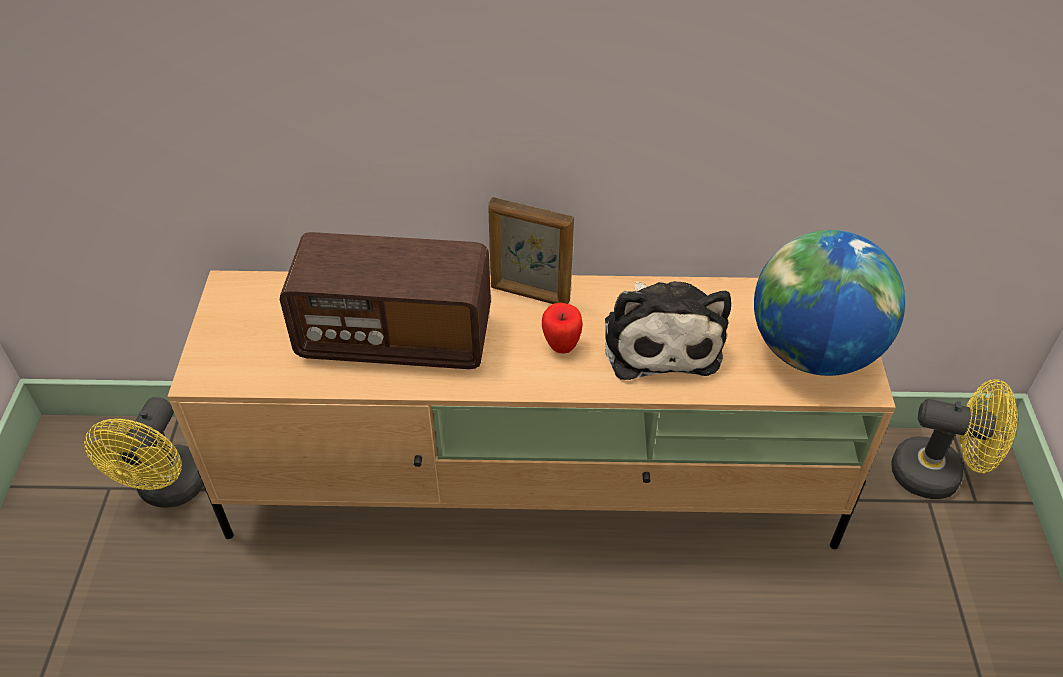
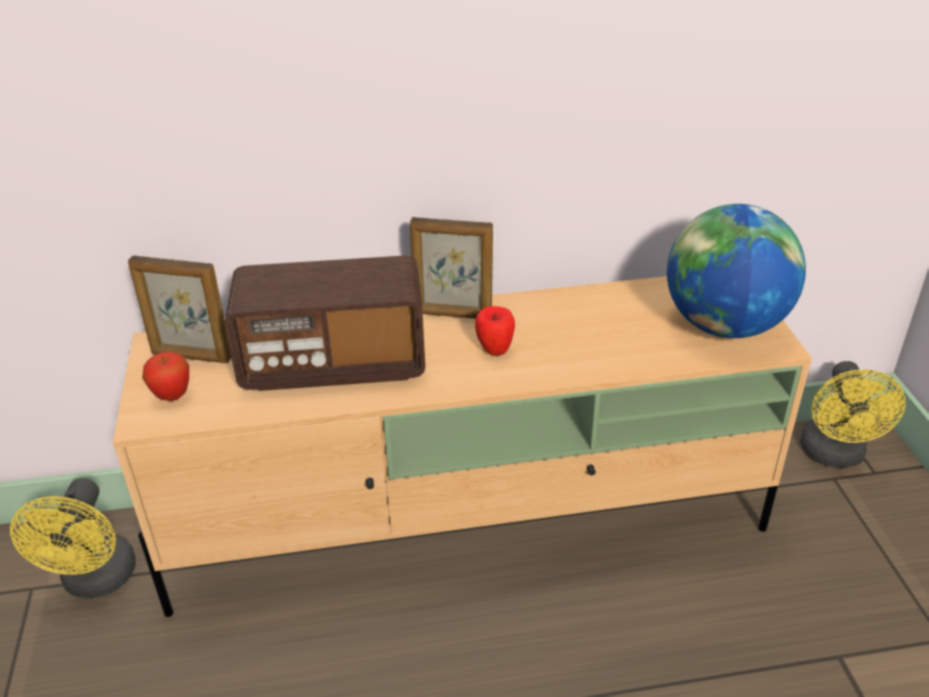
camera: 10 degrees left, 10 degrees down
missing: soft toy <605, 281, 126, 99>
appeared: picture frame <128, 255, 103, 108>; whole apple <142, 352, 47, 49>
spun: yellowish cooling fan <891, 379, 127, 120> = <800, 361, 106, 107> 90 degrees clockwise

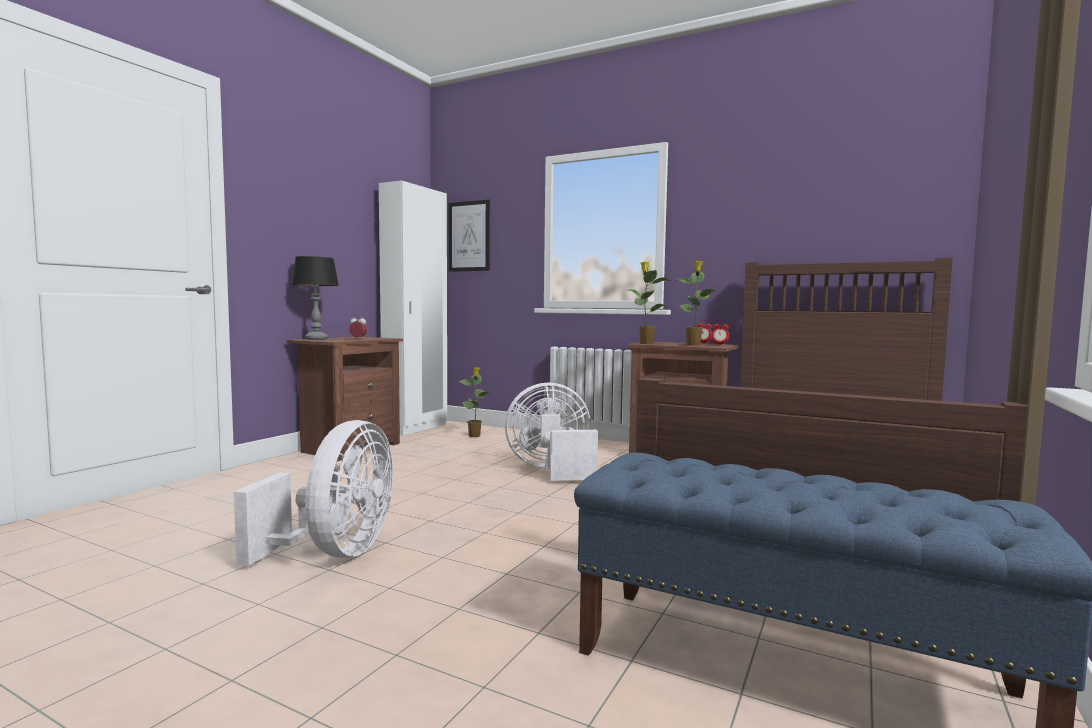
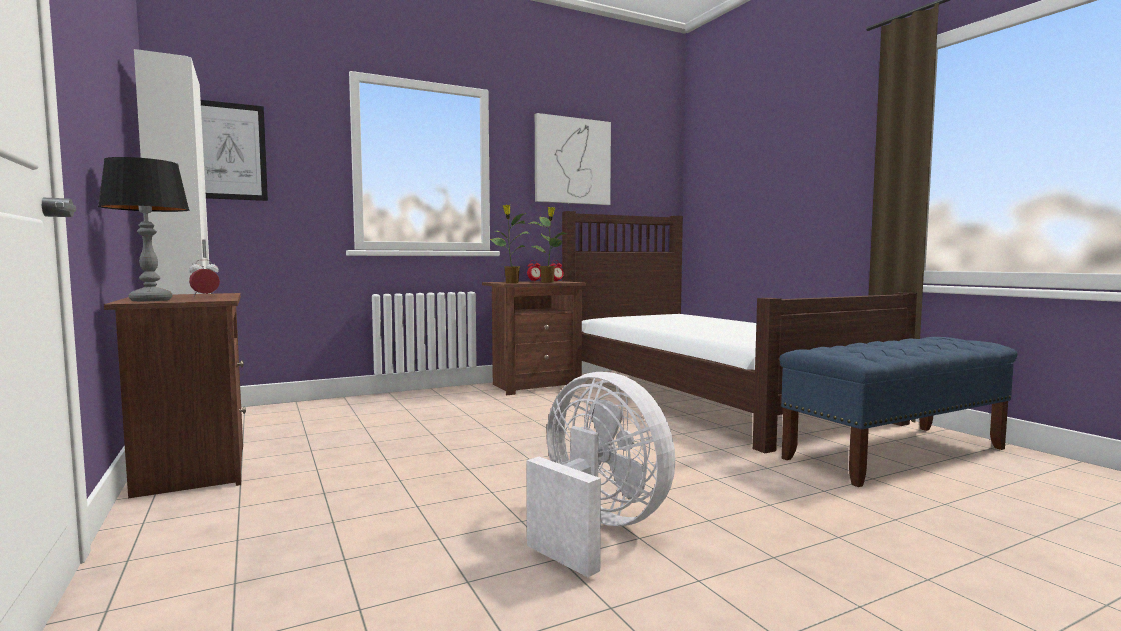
camera: 55 degrees left, 0 degrees up
missing: houseplant <459, 367, 32, 70>; white-coloured cooling fan <505, 382, 93, 99>
appeared: wall art <535, 113, 76, 92>

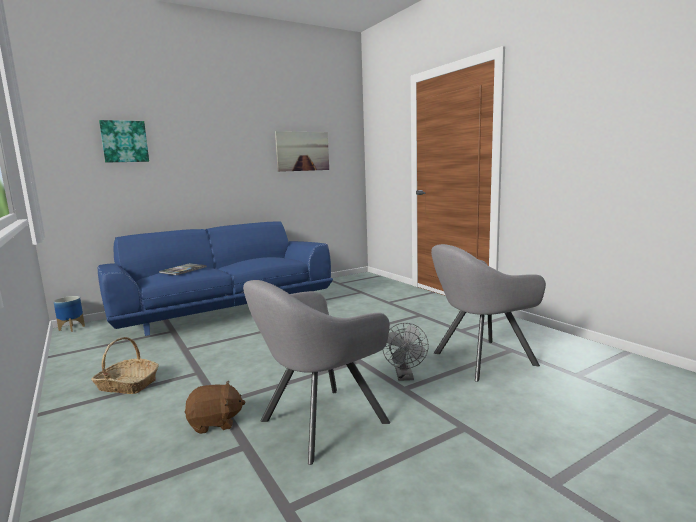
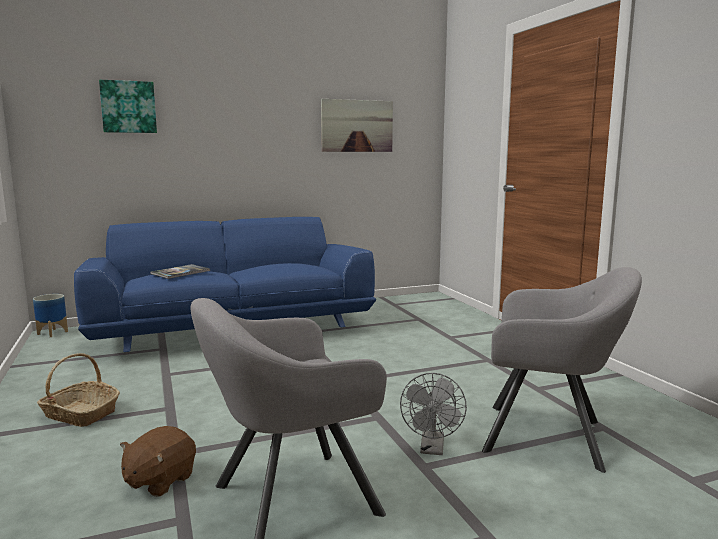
camera: 10 degrees right, 0 degrees up
spun: brown-coloured soft toy <185, 381, 61, 53> = <120, 426, 76, 71> 120 degrees clockwise; grey easy chair <431, 244, 115, 138> = <482, 267, 160, 206> 150 degrees counterclockwise

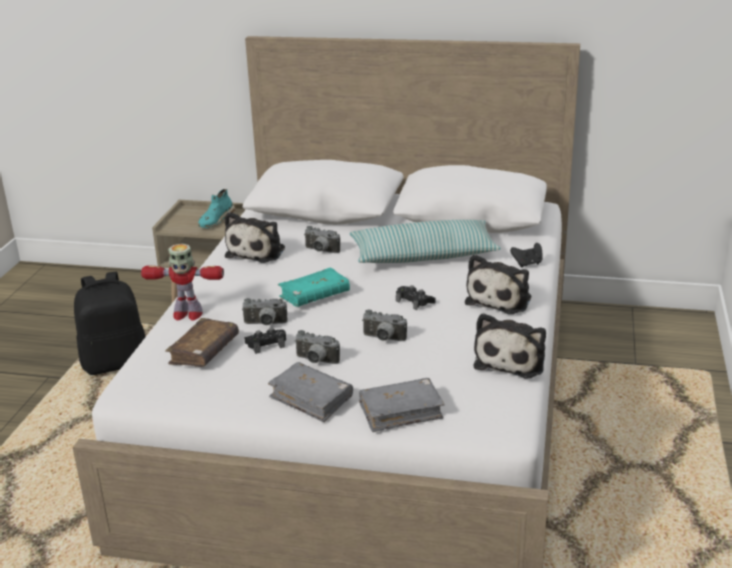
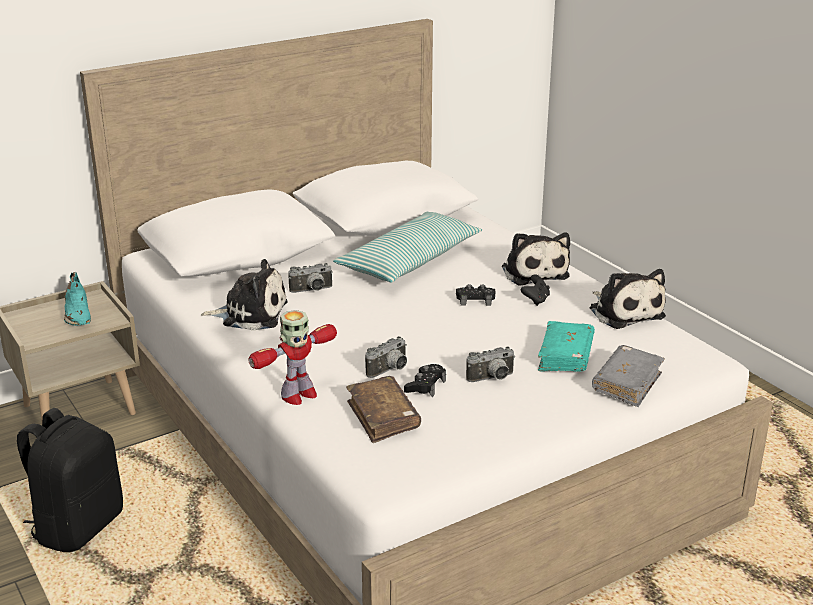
camera: 45 degrees left, 0 degrees up
missing: grey book <268, 362, 85, 60>; photo camera <362, 310, 45, 31>
relocated: turquoise-coloured book <278, 267, 72, 40> to <538, 321, 57, 51>; blackish game controller <510, 243, 32, 25> to <521, 274, 29, 32>
spun: soft toy <225, 212, 60, 51> = <201, 259, 87, 72> 60 degrees counterclockwise

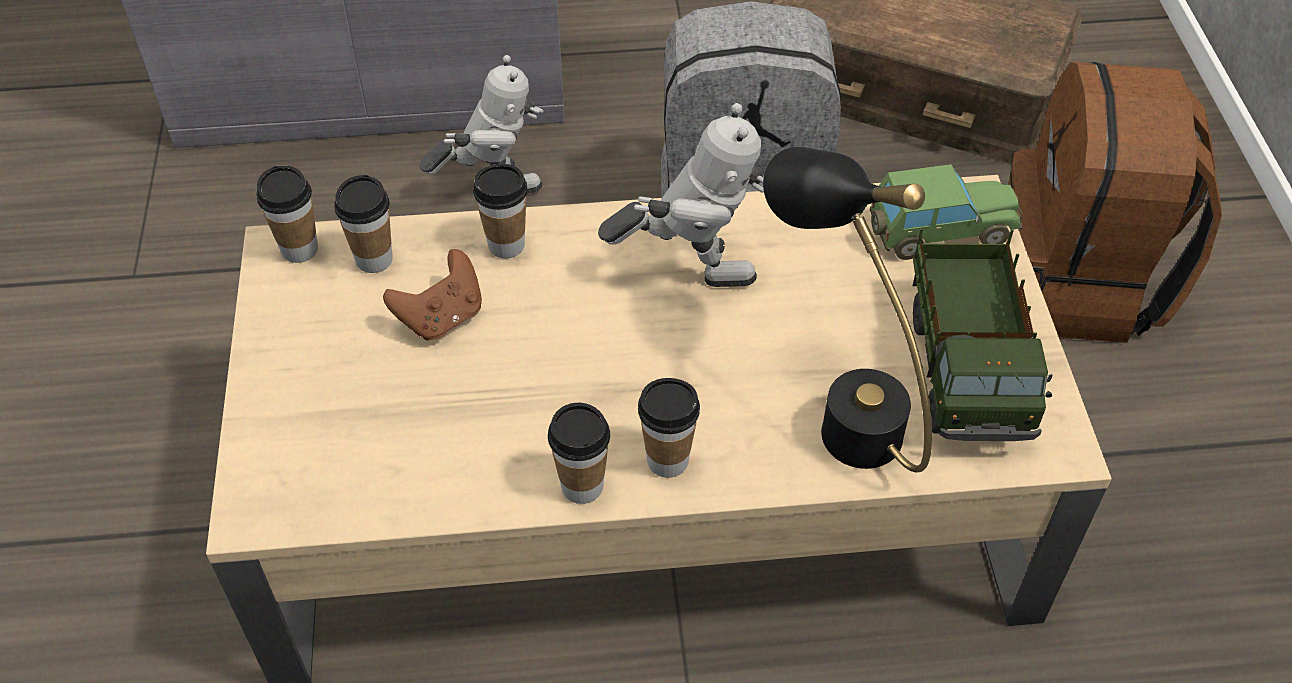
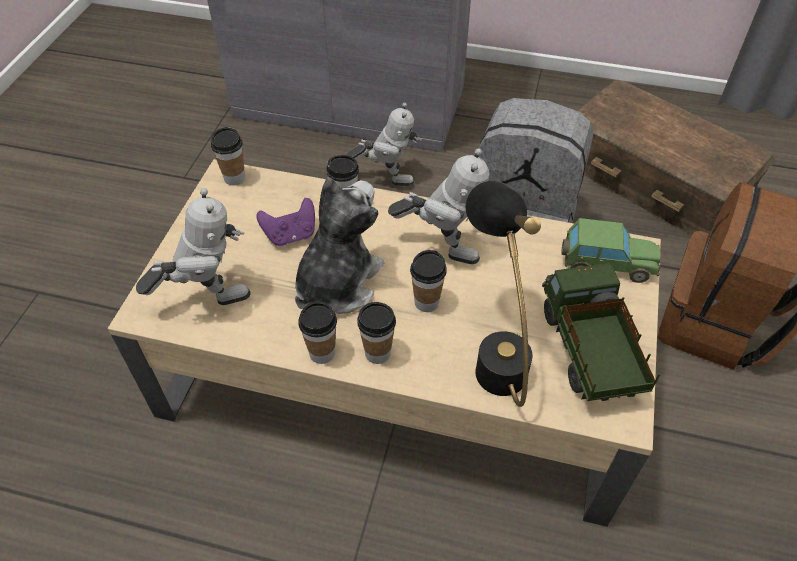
camera: 20 degrees right, 0 degrees up
appeared: robot figure <136, 188, 115, 117>; soft toy <295, 177, 89, 137>
relocated: drinking cup <334, 175, 59, 98> to <410, 250, 37, 62>
colour: brown-coloured game controller <383, 249, 99, 92> to purple-coloured game controller <256, 198, 59, 48>
spun: model truck <913, 229, 140, 212> = <542, 263, 118, 138> 150 degrees clockwise

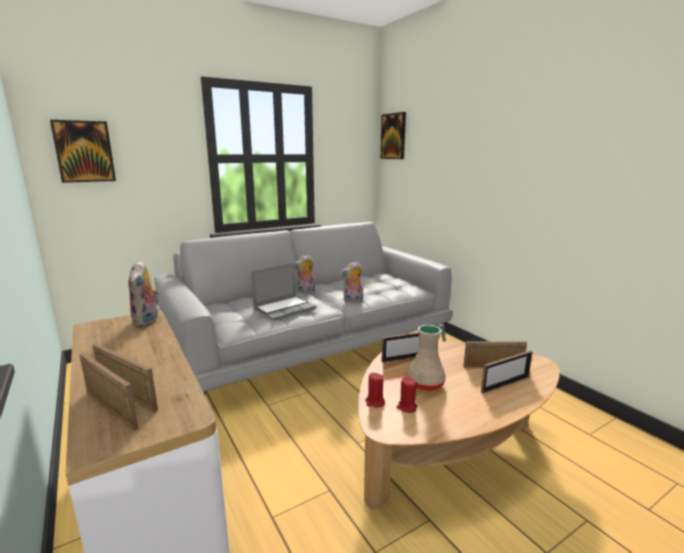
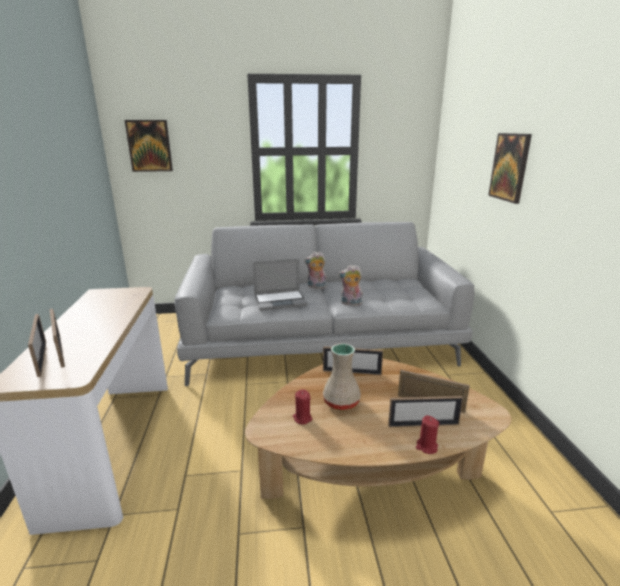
camera: 25 degrees right, 5 degrees up
missing: soft toy <129, 260, 30, 67>
relocated: reddish wax candle <365, 373, 20, 34> to <416, 415, 23, 39>; wall art <381, 112, 25, 47> to <488, 133, 44, 71>

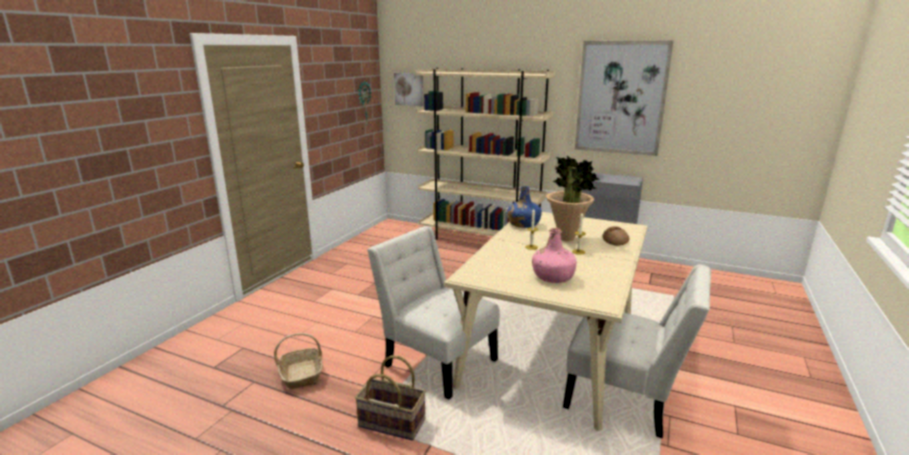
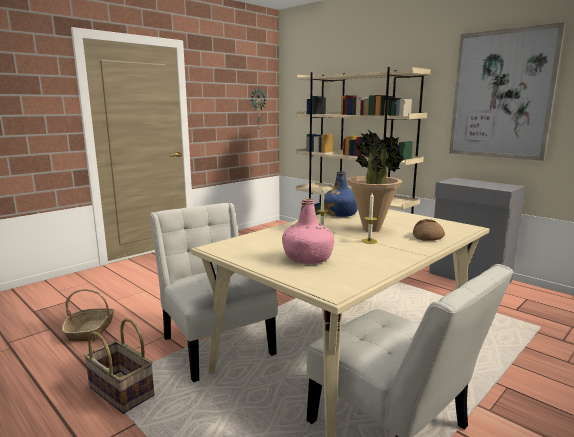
camera: 20 degrees right, 5 degrees down
missing: wall art <394, 73, 30, 33>

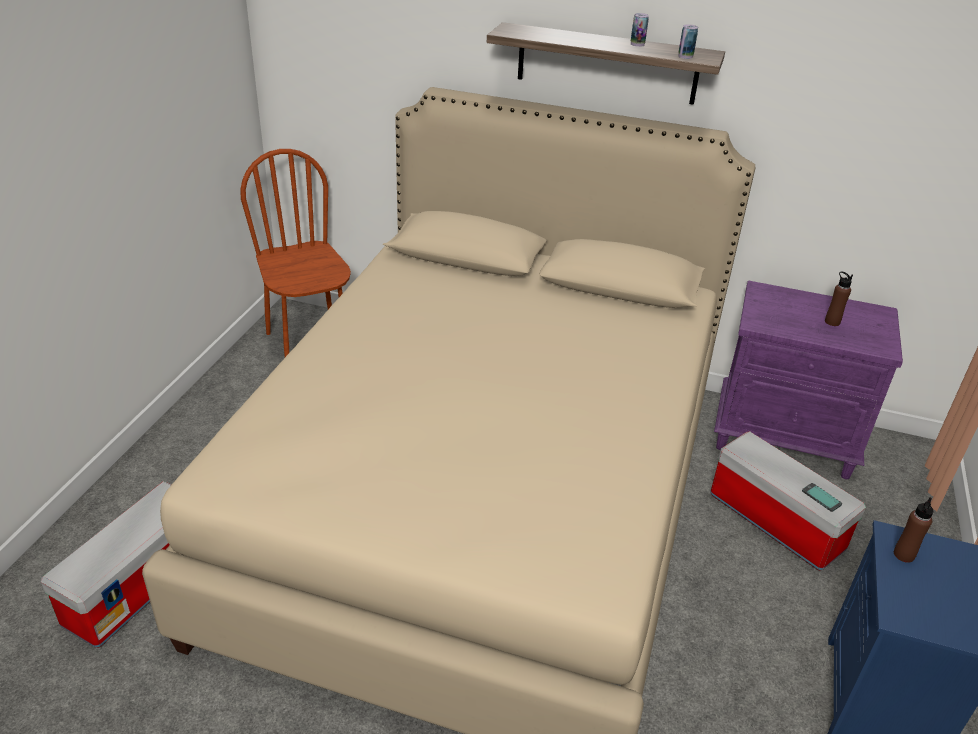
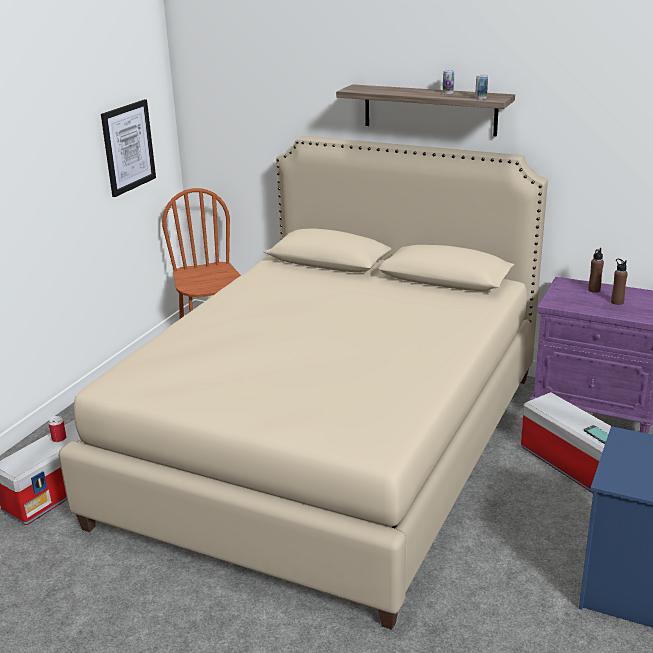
camera: 10 degrees right, 10 degrees down
appeared: sealed can <49, 416, 17, 26>; wall art <101, 99, 55, 98>
relocated: brown-coloured drink bottle <894, 497, 40, 66> to <588, 248, 16, 45>

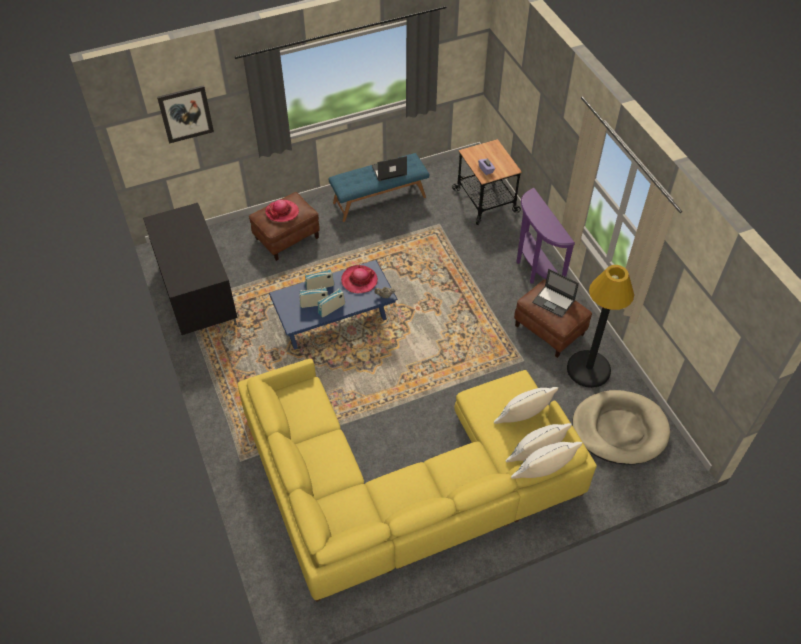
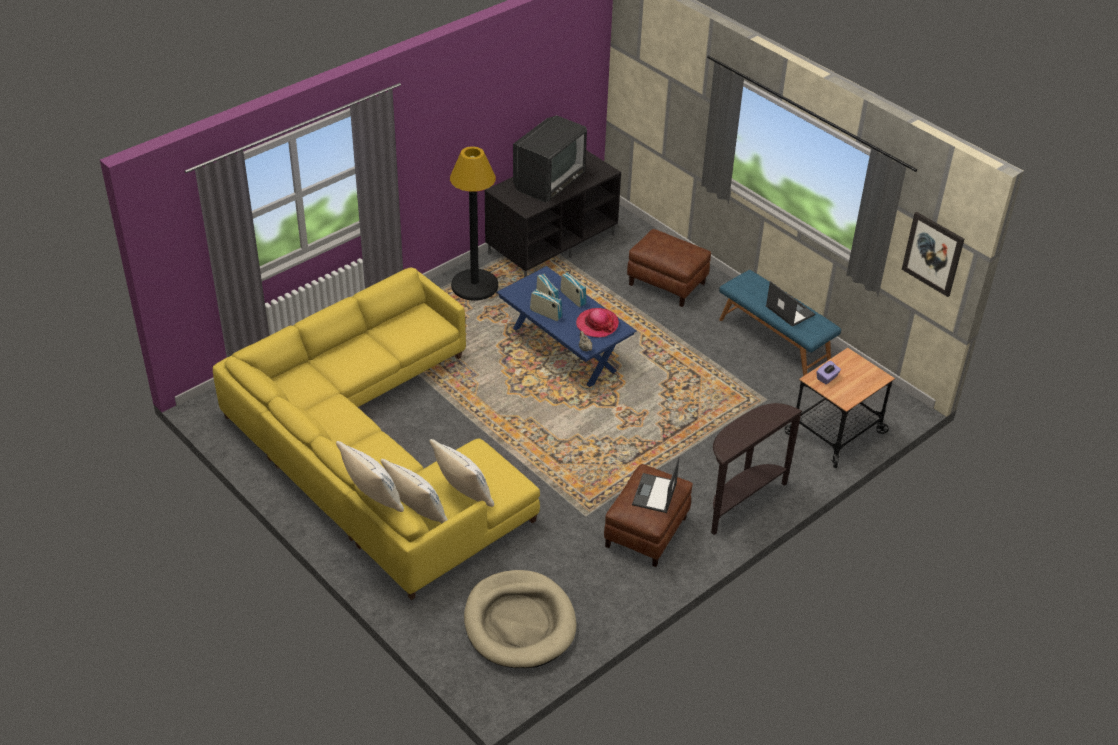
camera: 70 degrees right, 10 degrees down
missing: hat <265, 200, 34, 22>
appeared: TV set <513, 115, 74, 87>
relocated: wall art <157, 85, 57, 59> to <902, 212, 62, 85>; blackish standard lamp <567, 265, 67, 123> to <450, 147, 48, 154>
colour: purple-coloured hall table <517, 188, 58, 96> to brown-coloured hall table <711, 403, 92, 132>

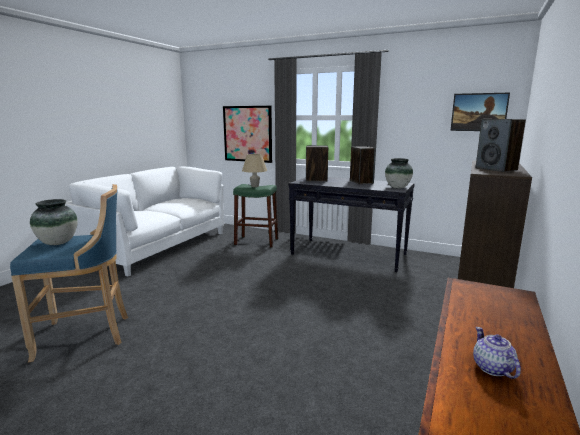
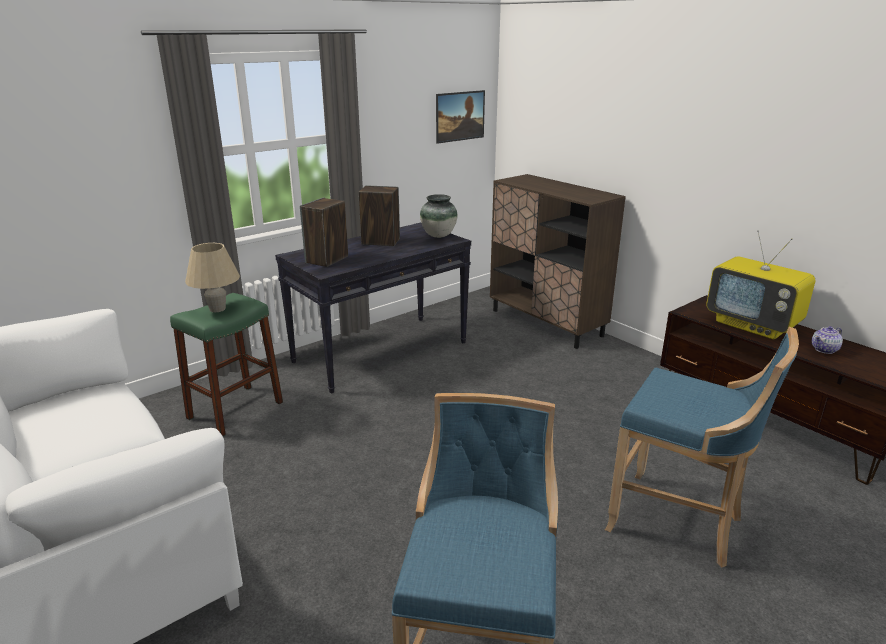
camera: 65 degrees left, 10 degrees up
missing: vase <30, 199, 48, 46>; wall art <223, 106, 49, 57>; audio speaker <476, 119, 50, 53>
appeared: blue-coloured stool seat <605, 327, 194, 241>; TV set <706, 230, 109, 109>
spun: pot for tea <473, 327, 48, 52> = <811, 326, 32, 28> 45 degrees counterclockwise

